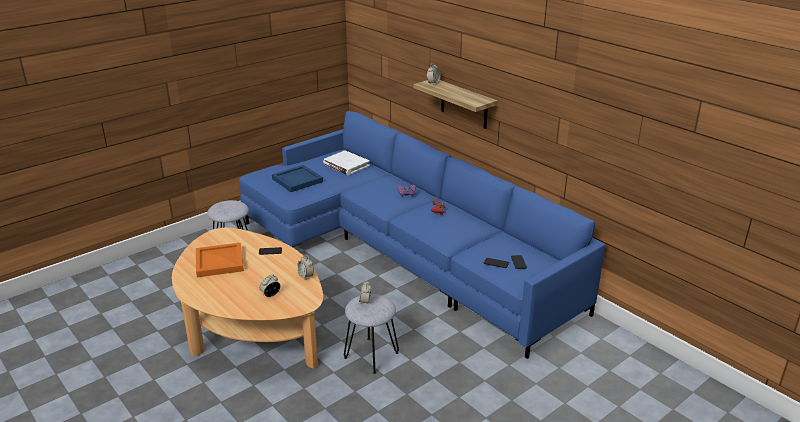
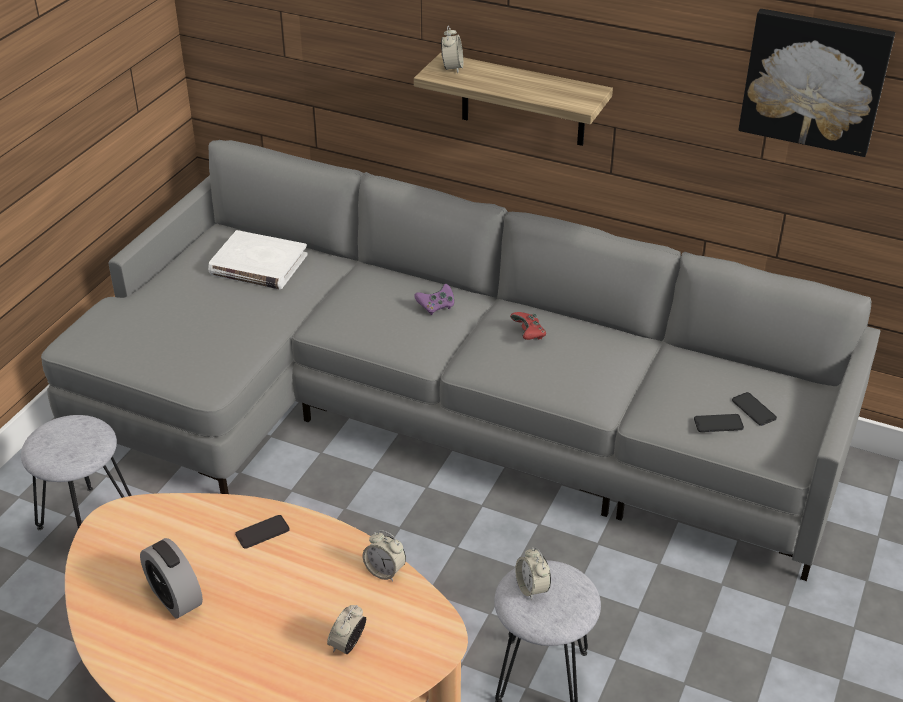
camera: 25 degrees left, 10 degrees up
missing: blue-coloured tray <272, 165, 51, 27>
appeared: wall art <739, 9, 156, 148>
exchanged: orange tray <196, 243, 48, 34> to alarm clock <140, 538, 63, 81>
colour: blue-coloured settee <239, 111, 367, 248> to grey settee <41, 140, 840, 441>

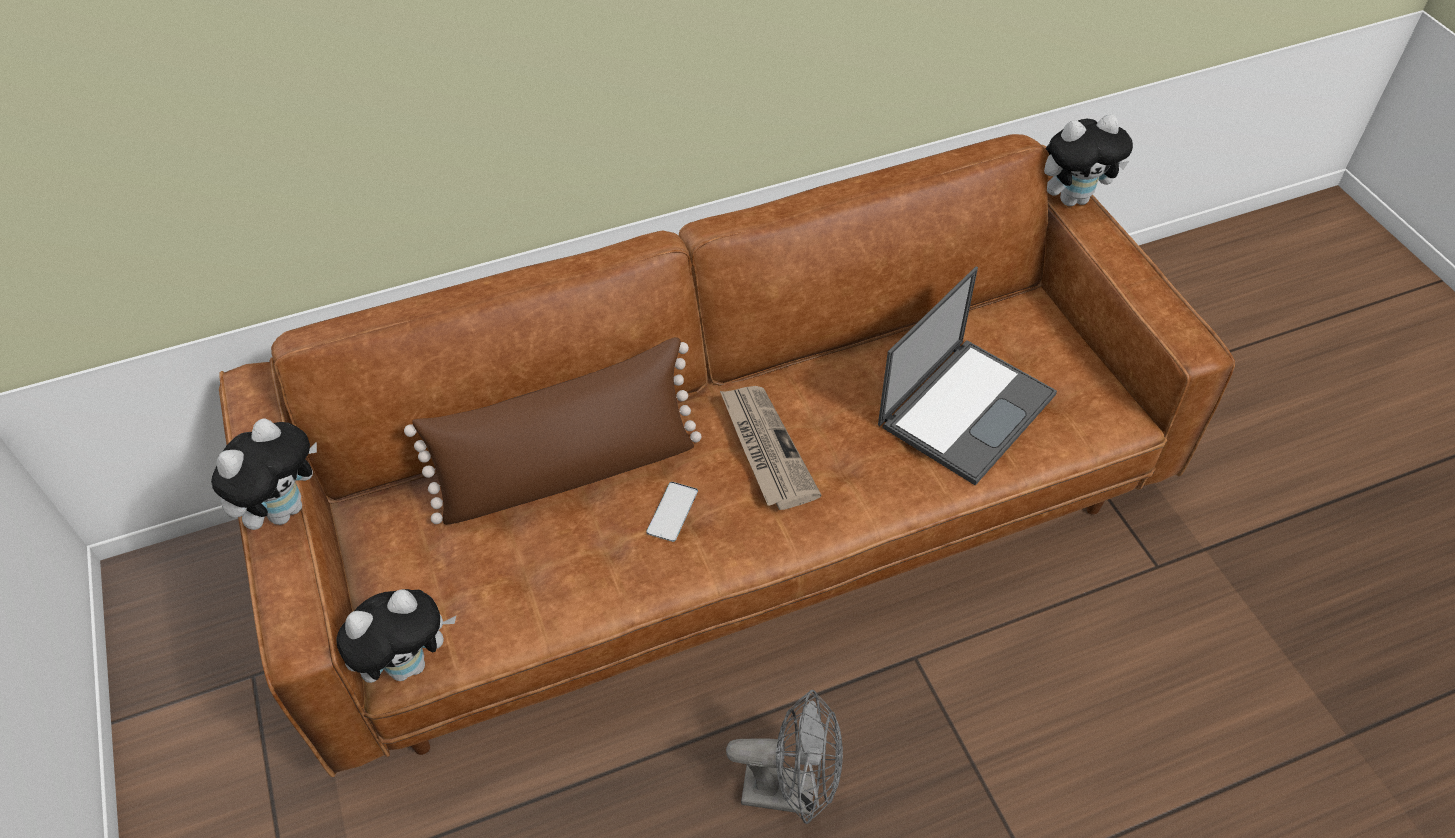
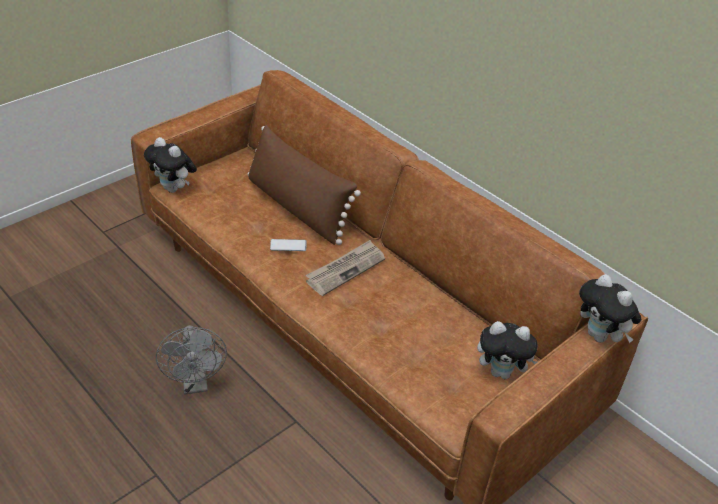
camera: 65 degrees right, 10 degrees down
missing: portable computer <878, 267, 179, 218>
relocated: soft toy <211, 419, 106, 111> to <477, 321, 61, 58>

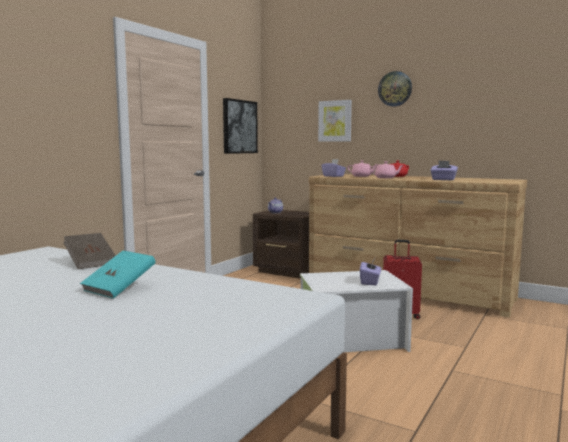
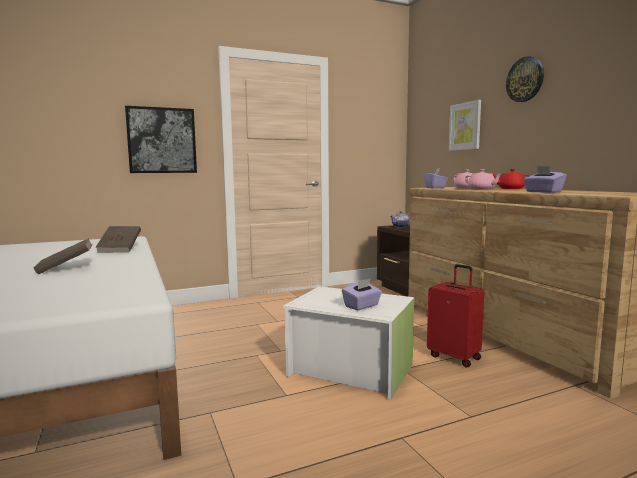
camera: 35 degrees right, 0 degrees up
relocated: wall art <223, 98, 35, 56> to <125, 106, 72, 67>
colour: turquoise-coloured book <80, 251, 76, 48> to brown-coloured book <34, 238, 59, 36>

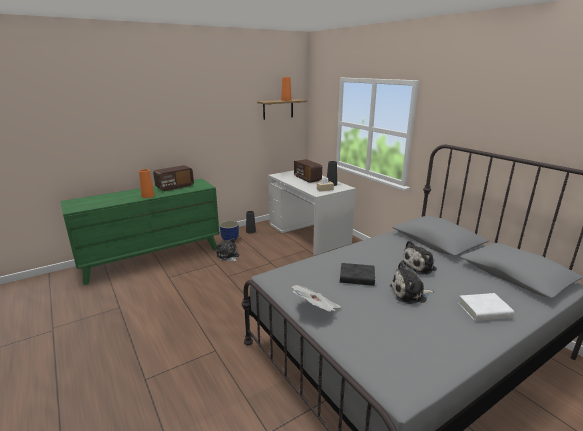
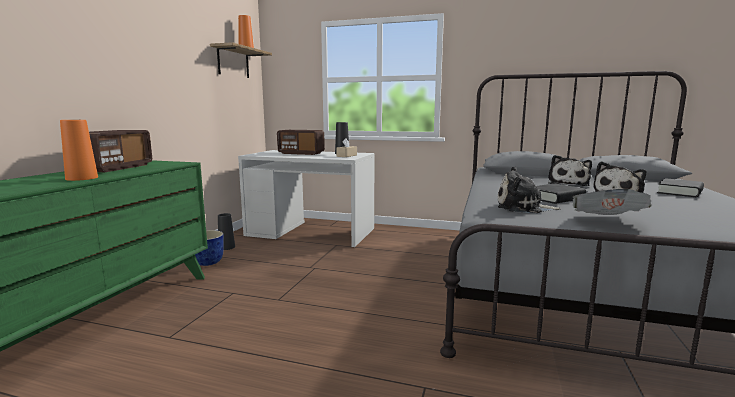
camera: 40 degrees left, 10 degrees down
relocated: soft toy <216, 238, 23, 24> to <498, 166, 63, 47>
colour: white-coloured book <458, 293, 56, 28> to blackish book <657, 178, 47, 19>

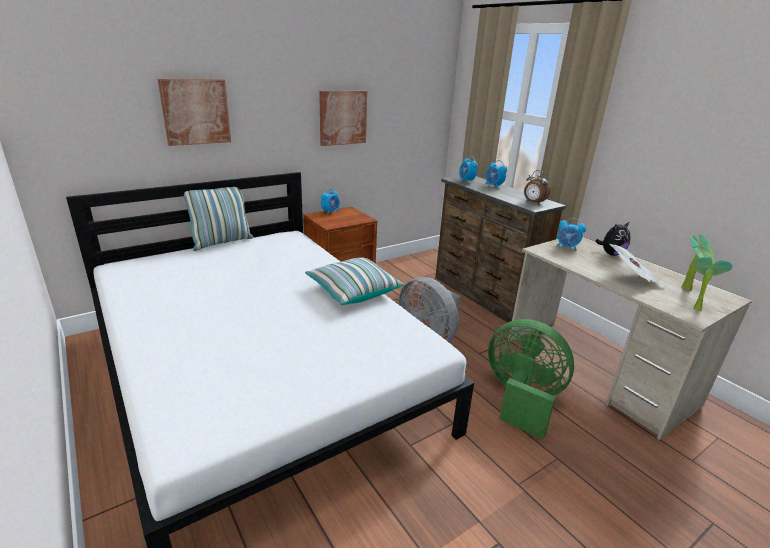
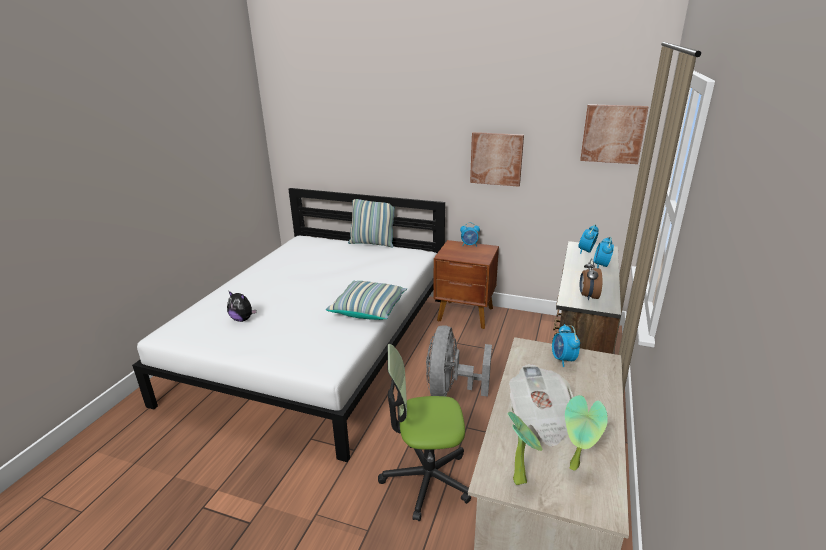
camera: 55 degrees right, 0 degrees up
relocated: wall art <158, 79, 73, 67> to <580, 104, 68, 60>; soft toy <595, 222, 36, 34> to <227, 291, 30, 31>
exchanged: green-coloured cooling fan <488, 319, 86, 120> to computer chair <378, 344, 93, 178>

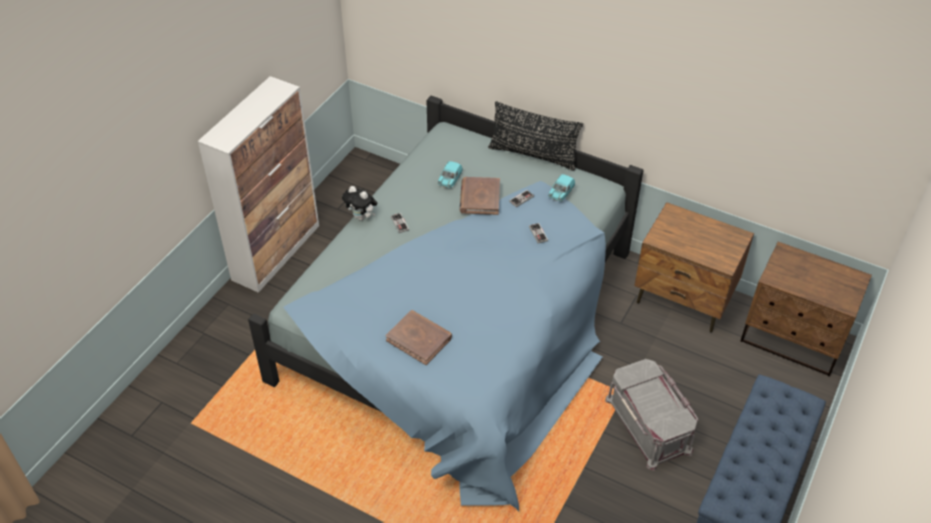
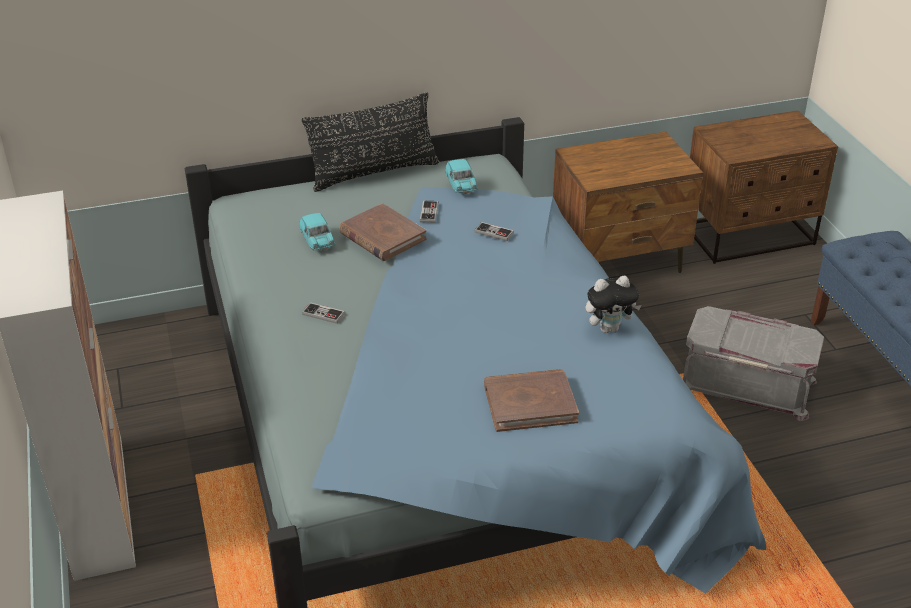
camera: 45 degrees left, 10 degrees down
relocated: soft toy <342, 186, 35, 35> to <585, 276, 57, 57>

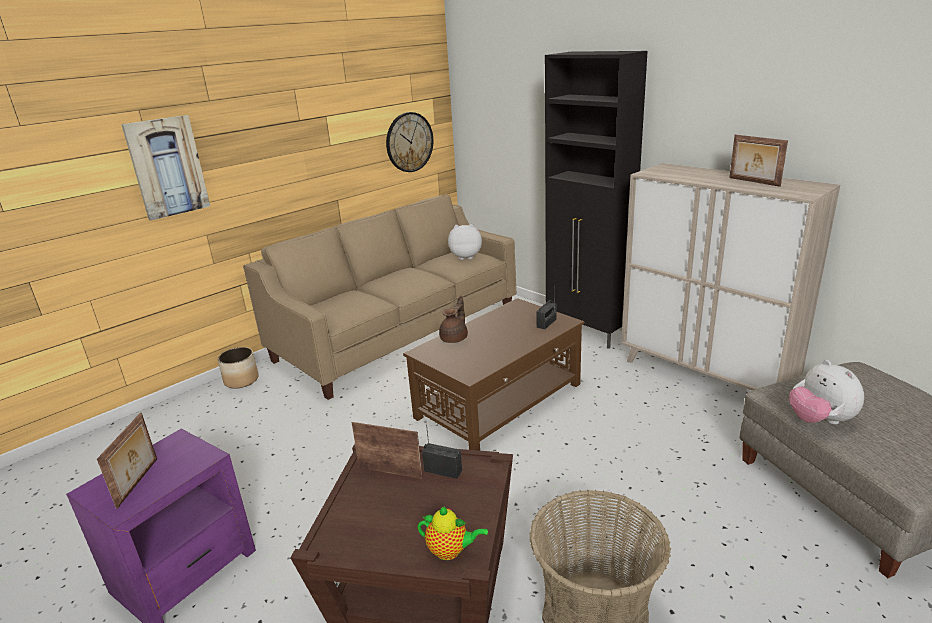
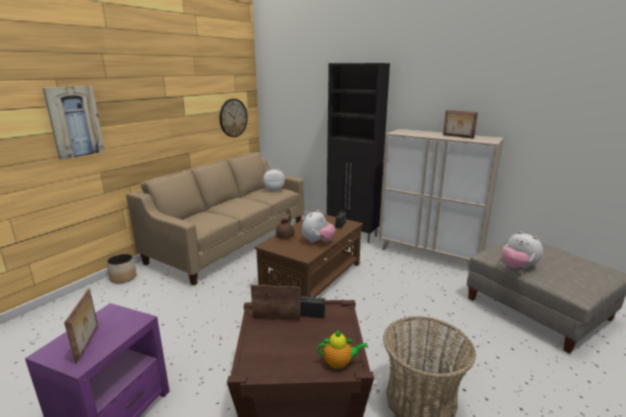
camera: 15 degrees left, 5 degrees down
appeared: soft toy <302, 210, 33, 33>

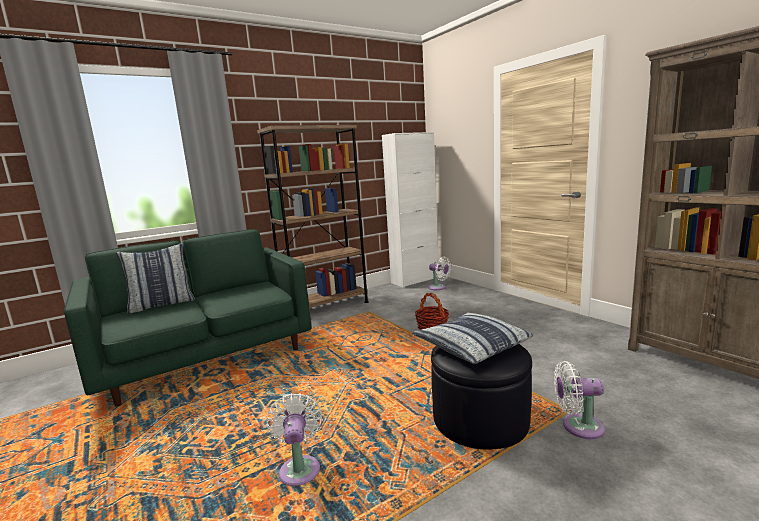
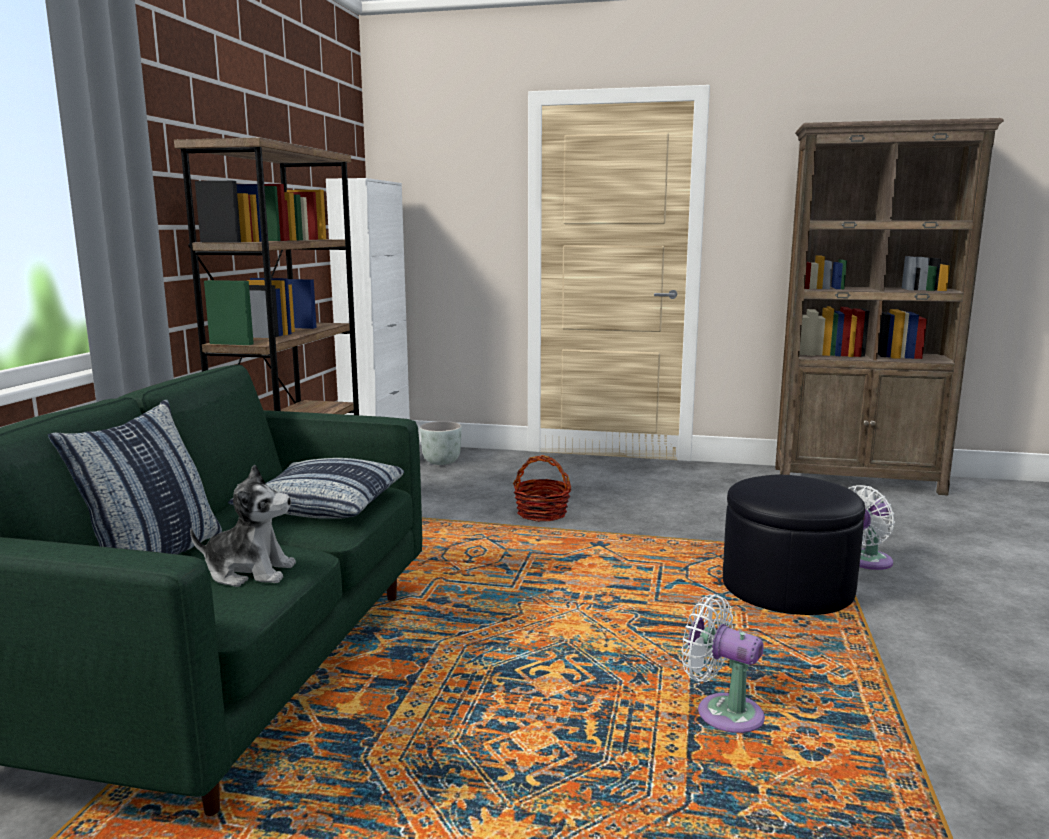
camera: 45 degrees left, 0 degrees up
appeared: soft toy <190, 464, 106, 123>
relocated: cushion <412, 312, 121, 52> to <228, 458, 176, 61>
exchanged: white-coloured cooling fan <428, 257, 23, 33> to grey flower pot <420, 421, 42, 44>

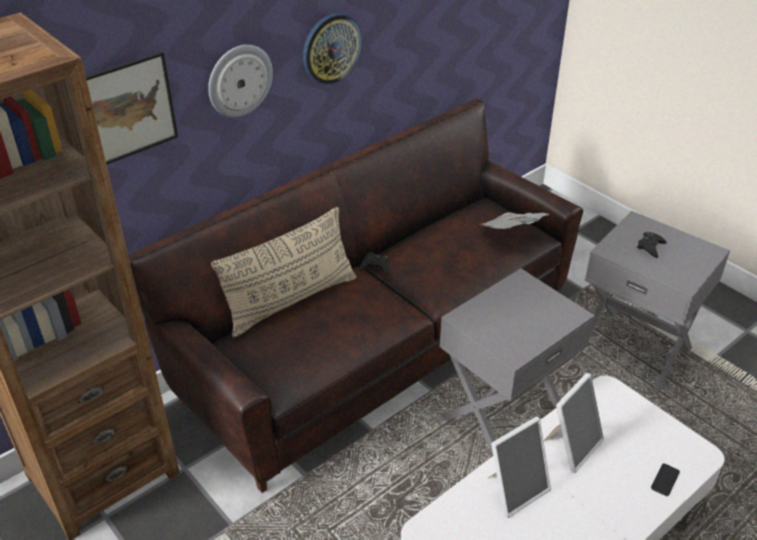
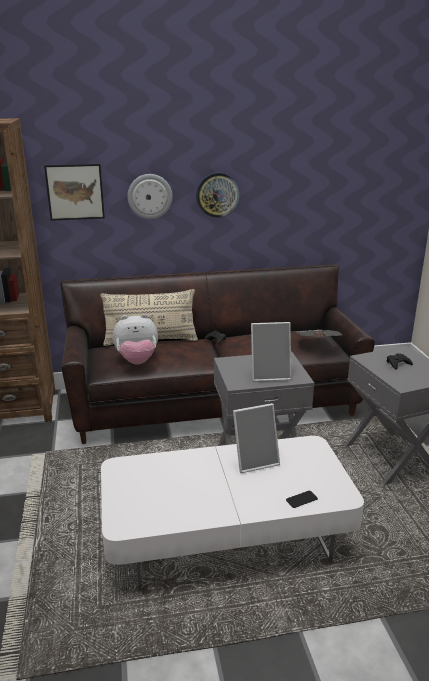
camera: 30 degrees right, 15 degrees down
appeared: soft toy <113, 314, 45, 51>
relocated: picture frame <488, 417, 63, 101> to <251, 322, 41, 60>

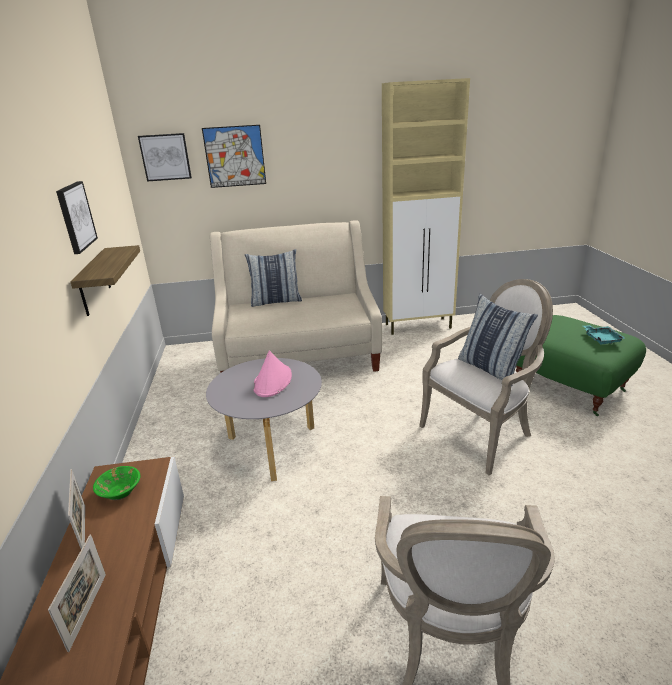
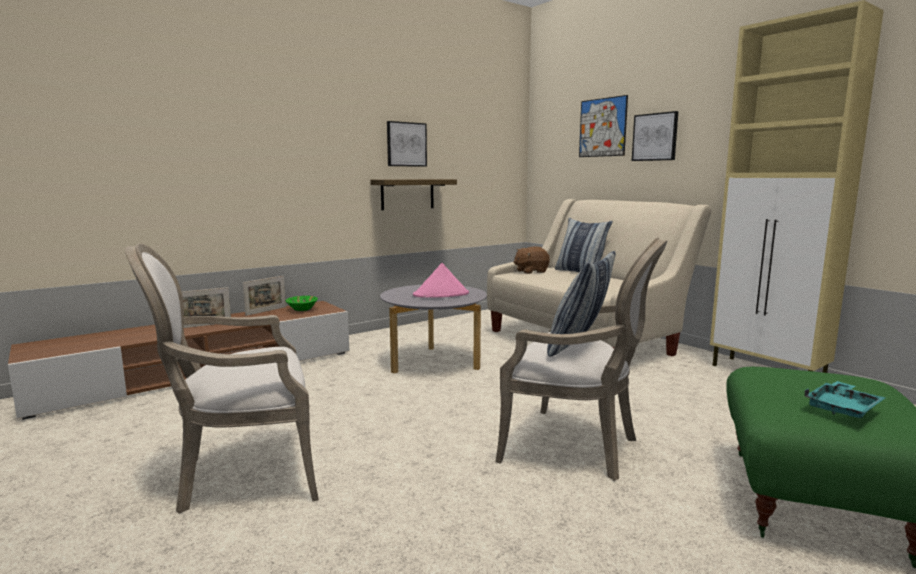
camera: 60 degrees right, 15 degrees down
appeared: brown-coloured soft toy <514, 247, 36, 27>
relocated: wall art <138, 133, 54, 49> to <632, 111, 46, 50>

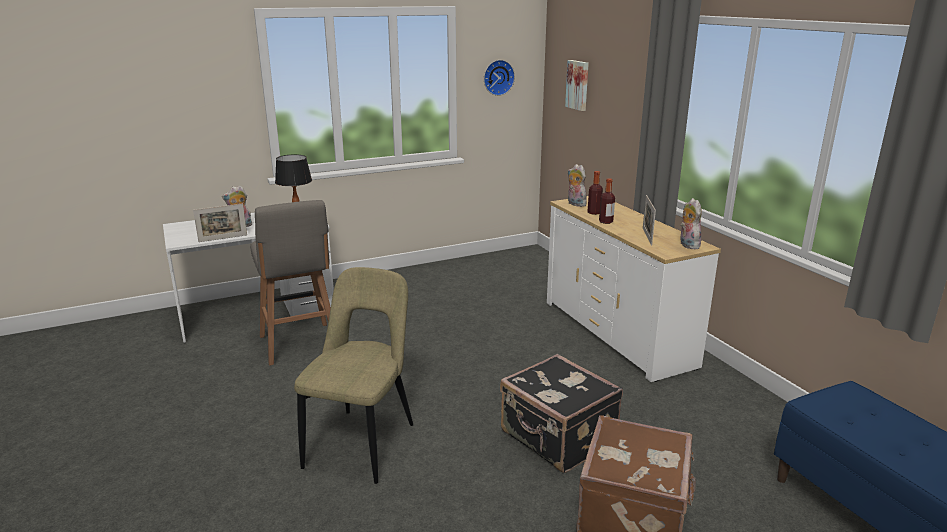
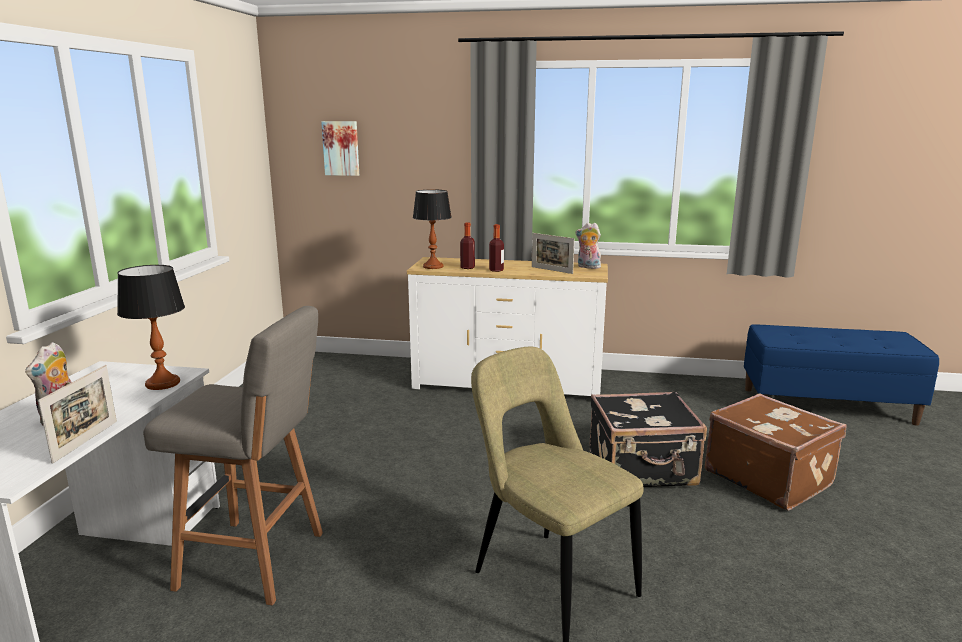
camera: 55 degrees left, 5 degrees down
missing: wall clock <484, 60, 31, 36>
exchanged: soft toy <568, 164, 19, 43> to lamp for a table <413, 189, 39, 80>

